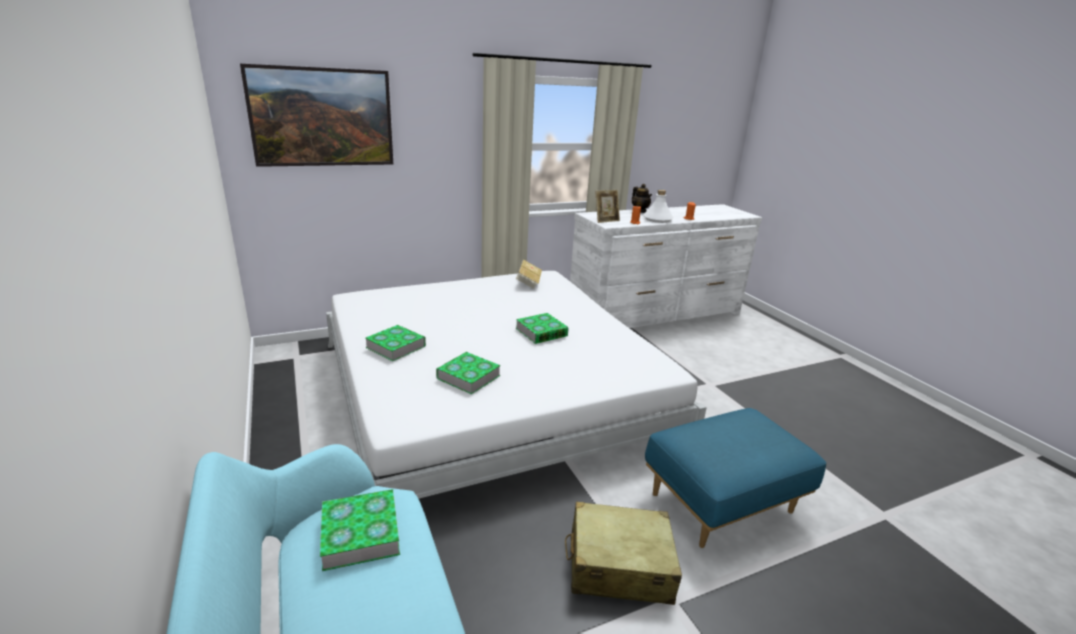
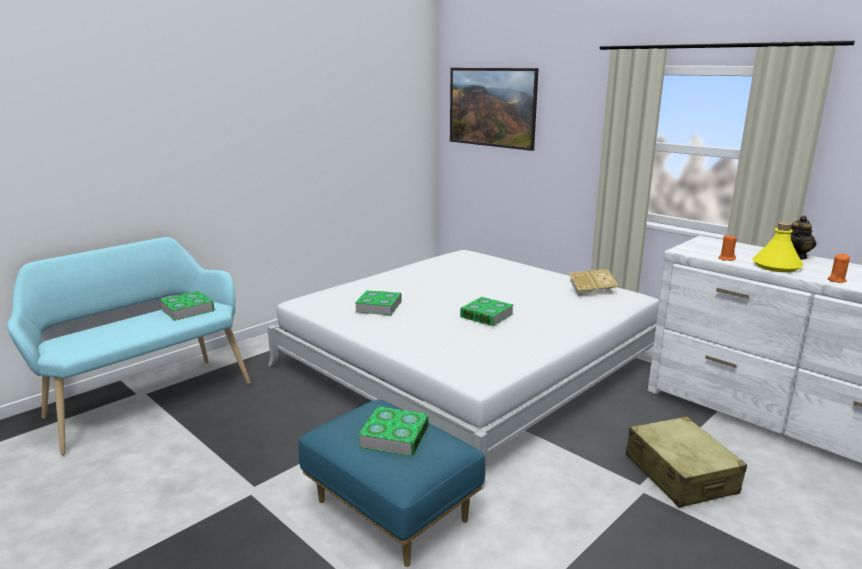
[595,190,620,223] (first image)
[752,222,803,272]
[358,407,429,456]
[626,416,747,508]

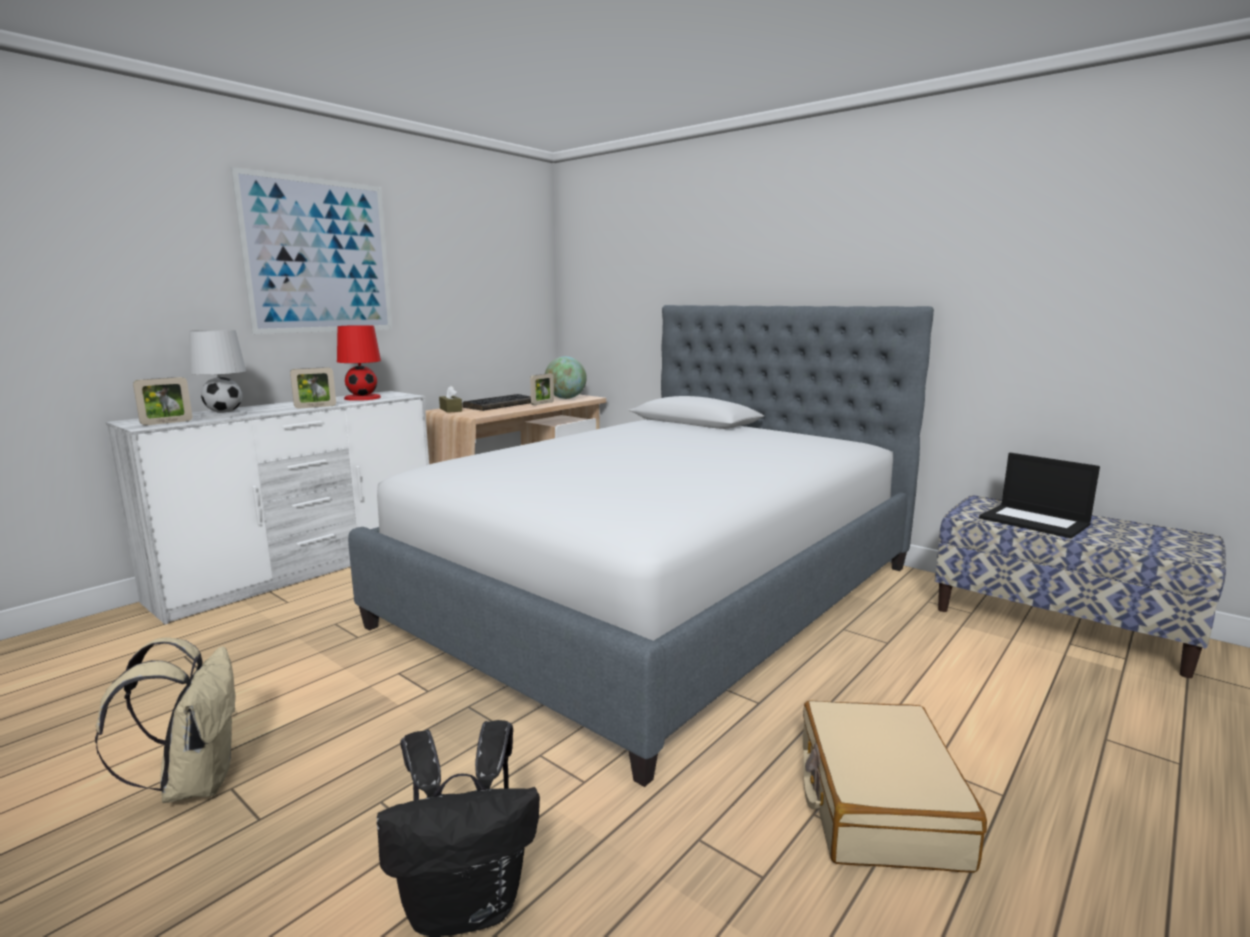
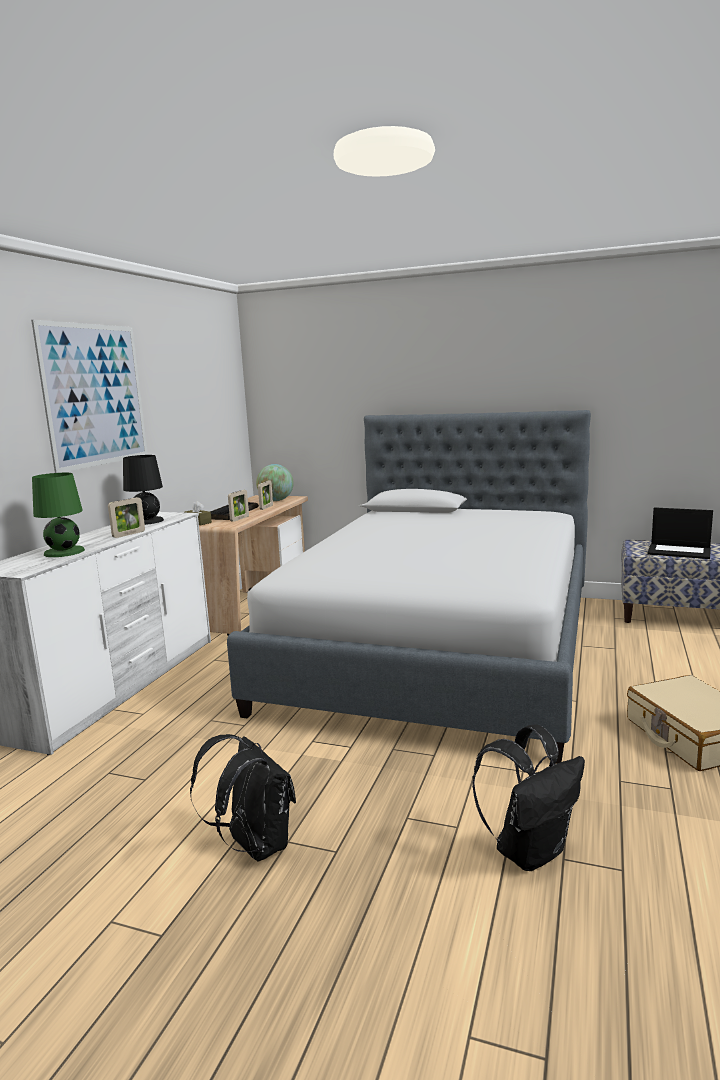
[123,455,164,525]
[32,473,85,557]
[228,490,249,522]
[190,734,296,862]

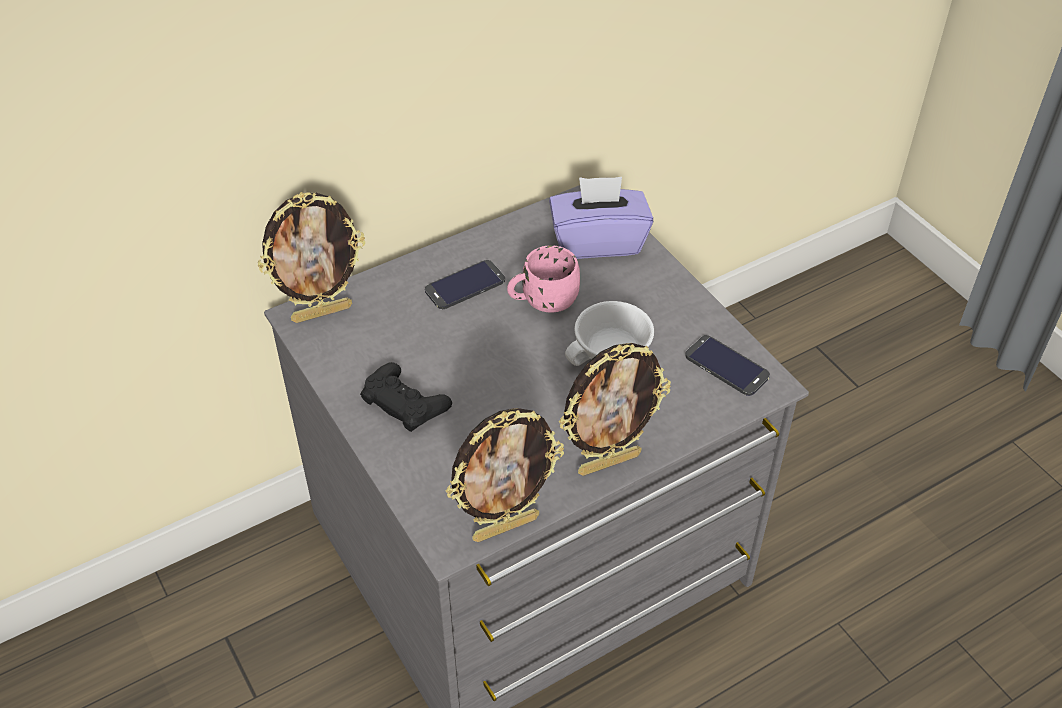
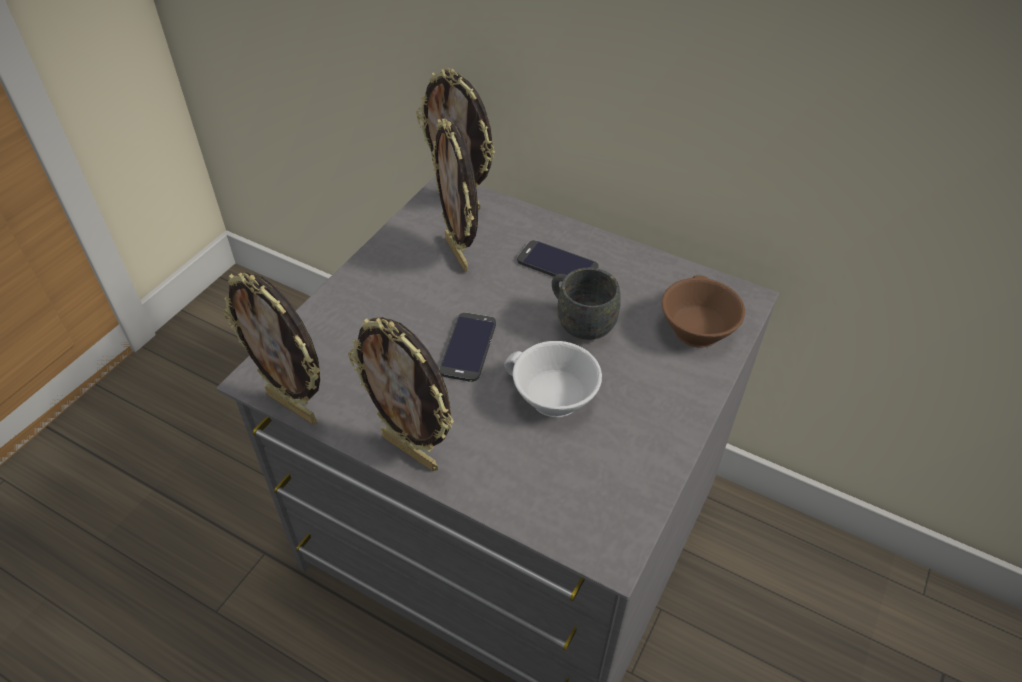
[662,275,745,348]
[552,267,621,340]
[439,313,496,382]
[360,362,452,432] (first image)
[431,118,478,272]

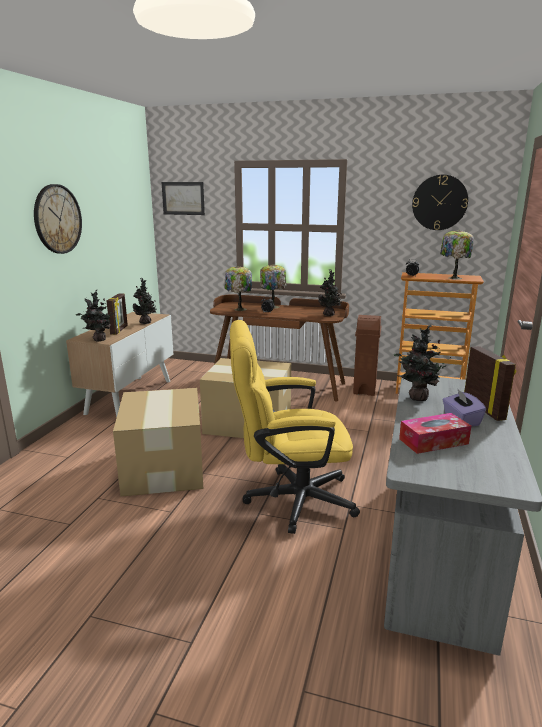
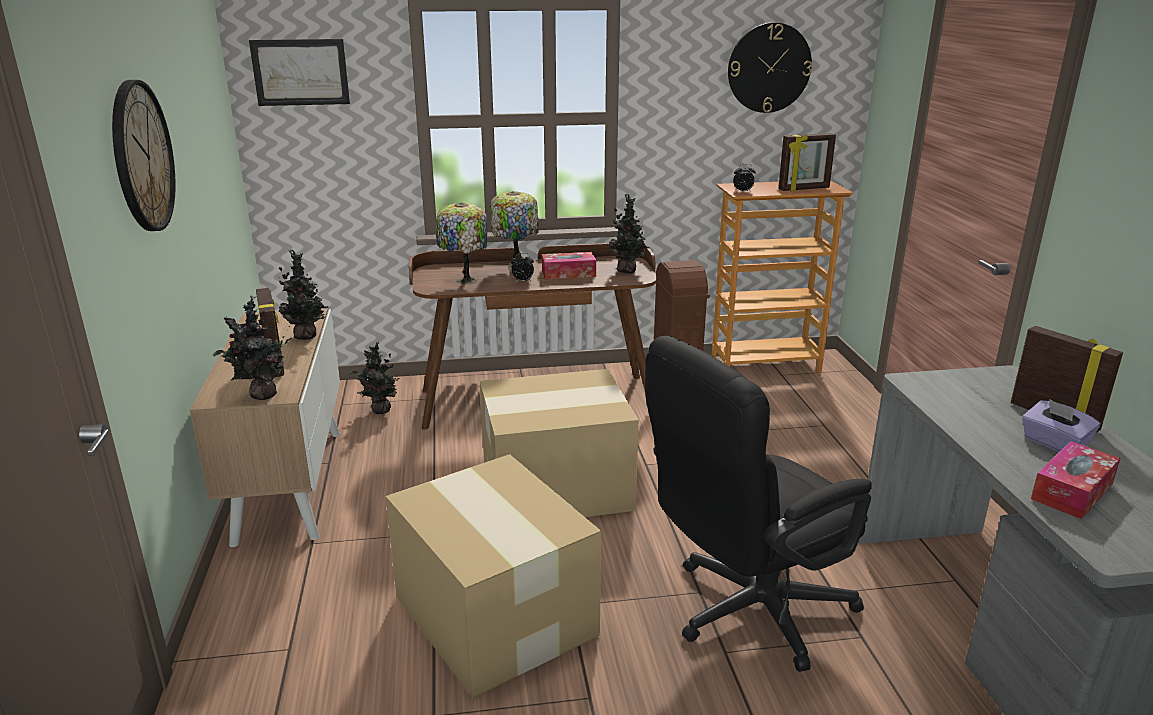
[778,133,836,191]
[645,336,872,672]
[350,341,403,414]
[542,252,596,279]

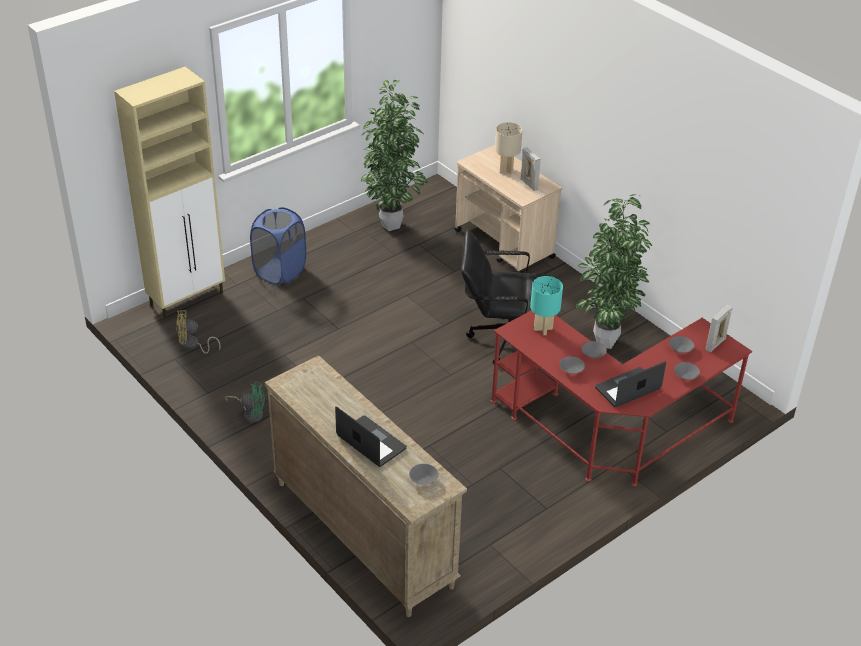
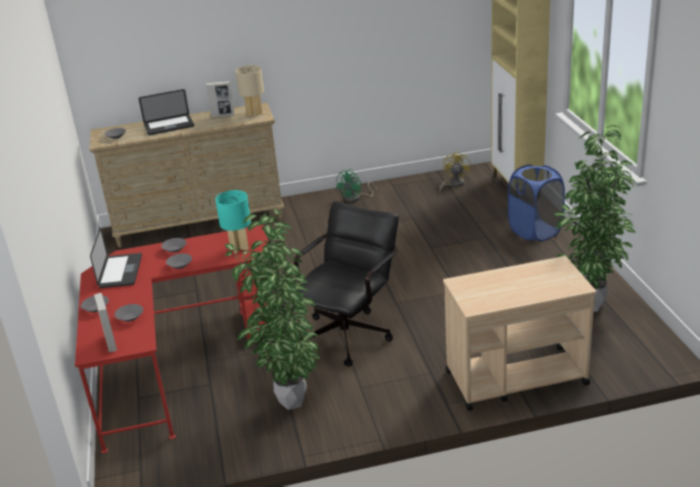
[236,65,264,118]
[206,81,235,118]

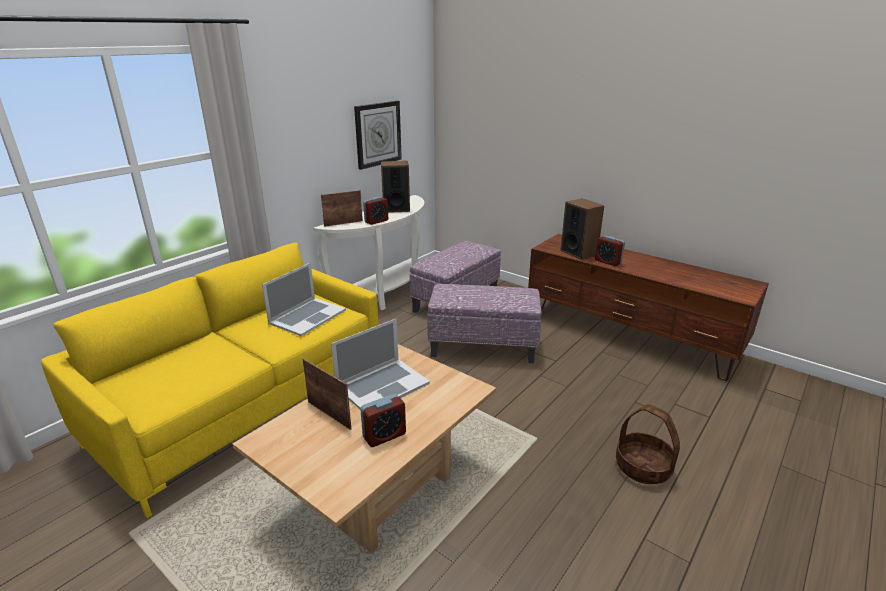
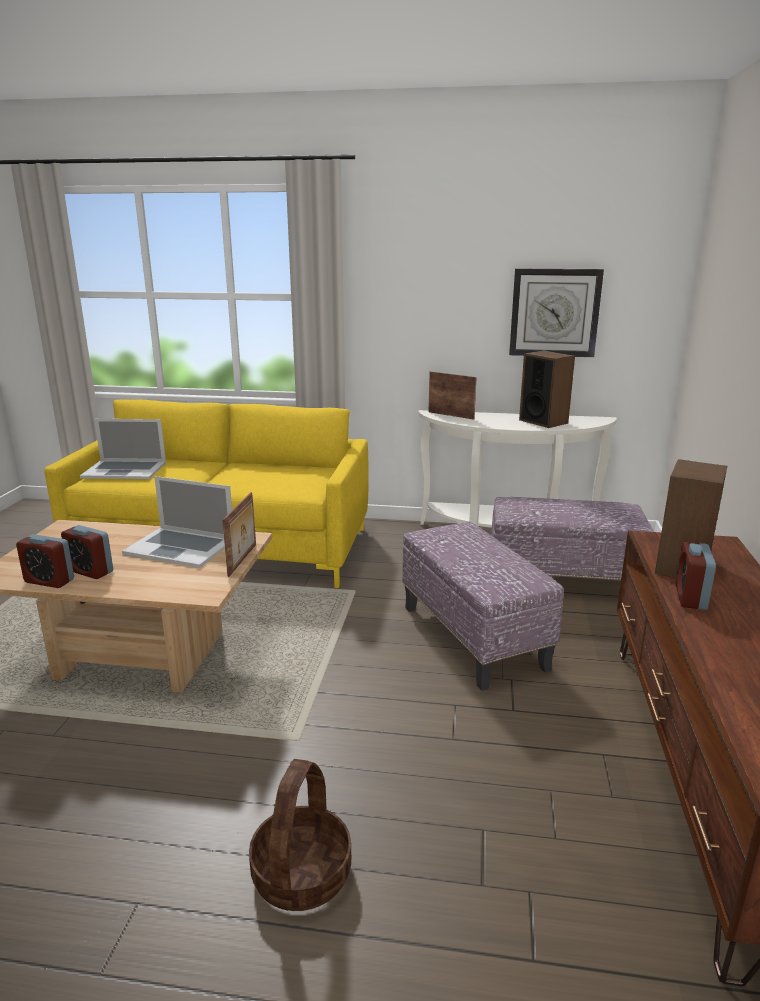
[16,534,74,588]
[80,419,166,479]
[222,492,256,577]

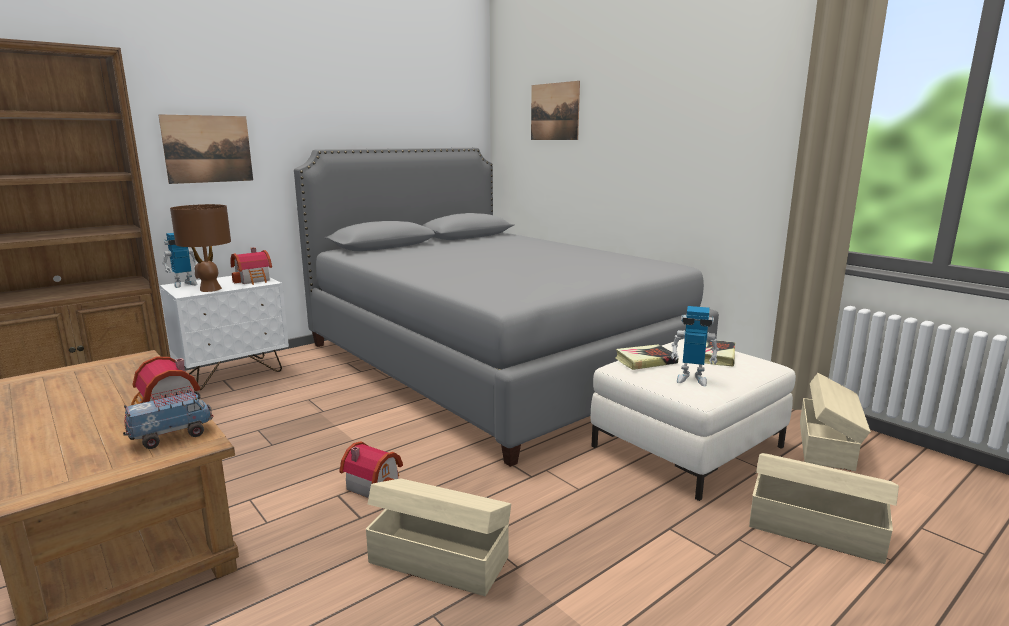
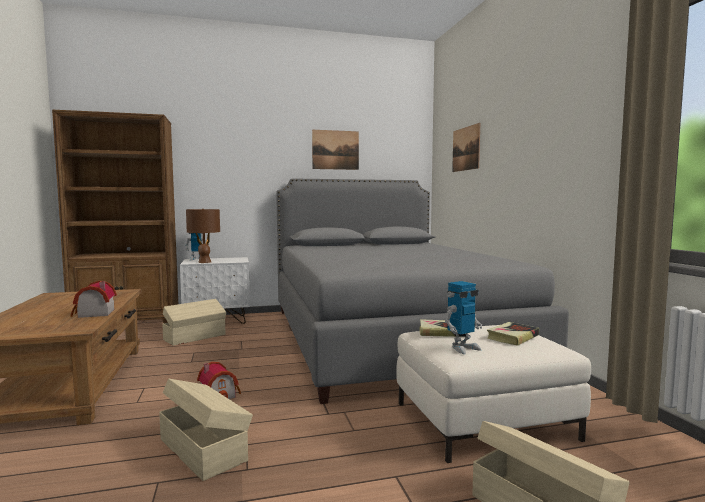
[312,130,359,170]
[231,247,272,285] (first image)
[445,281,482,354]
[162,299,226,346]
[123,386,214,449] (first image)

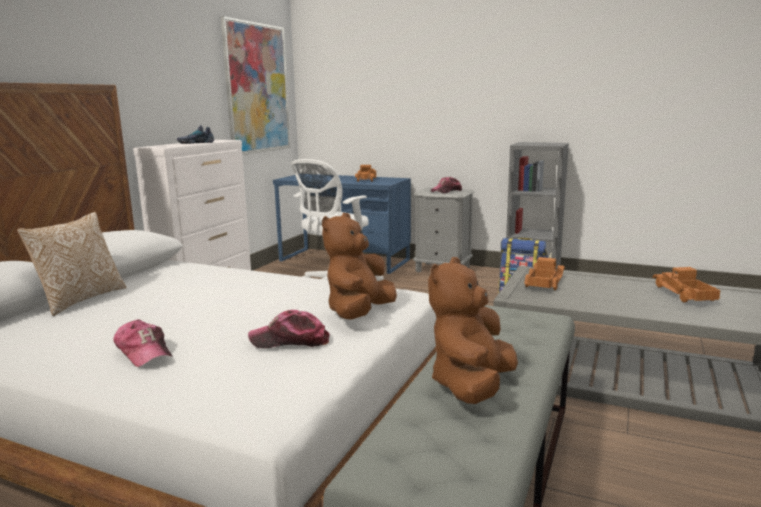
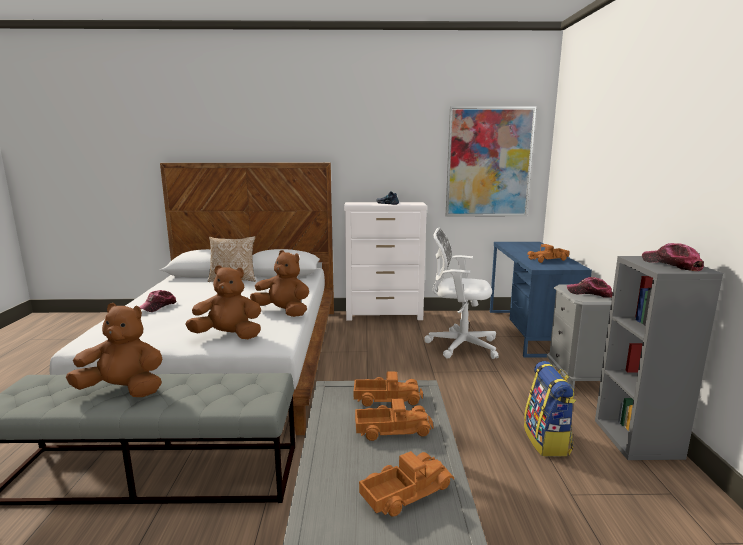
[642,243,704,271]
[250,250,309,317]
[355,399,434,441]

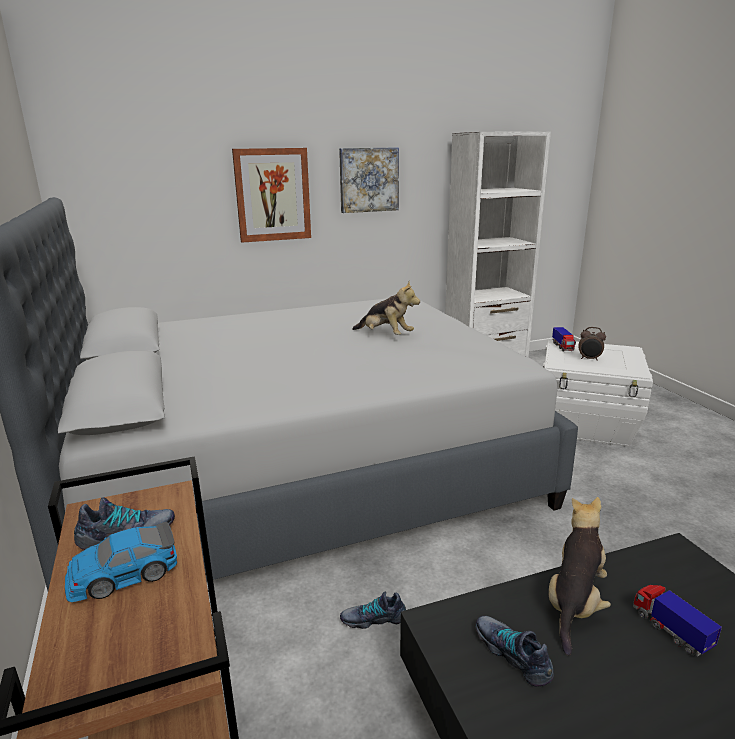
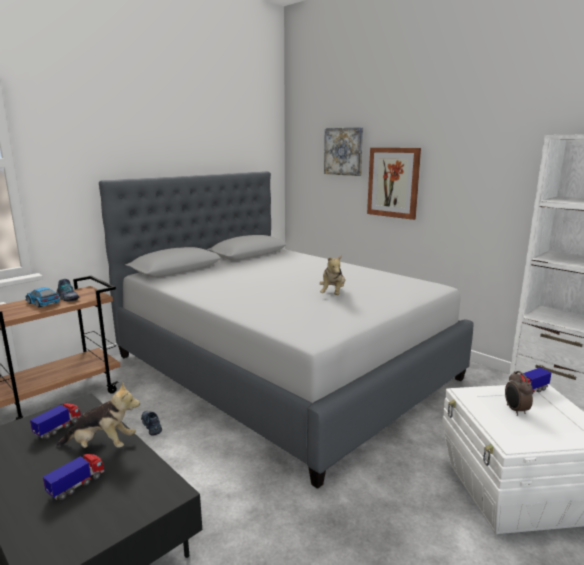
[324,127,363,176]
[30,403,81,439]

